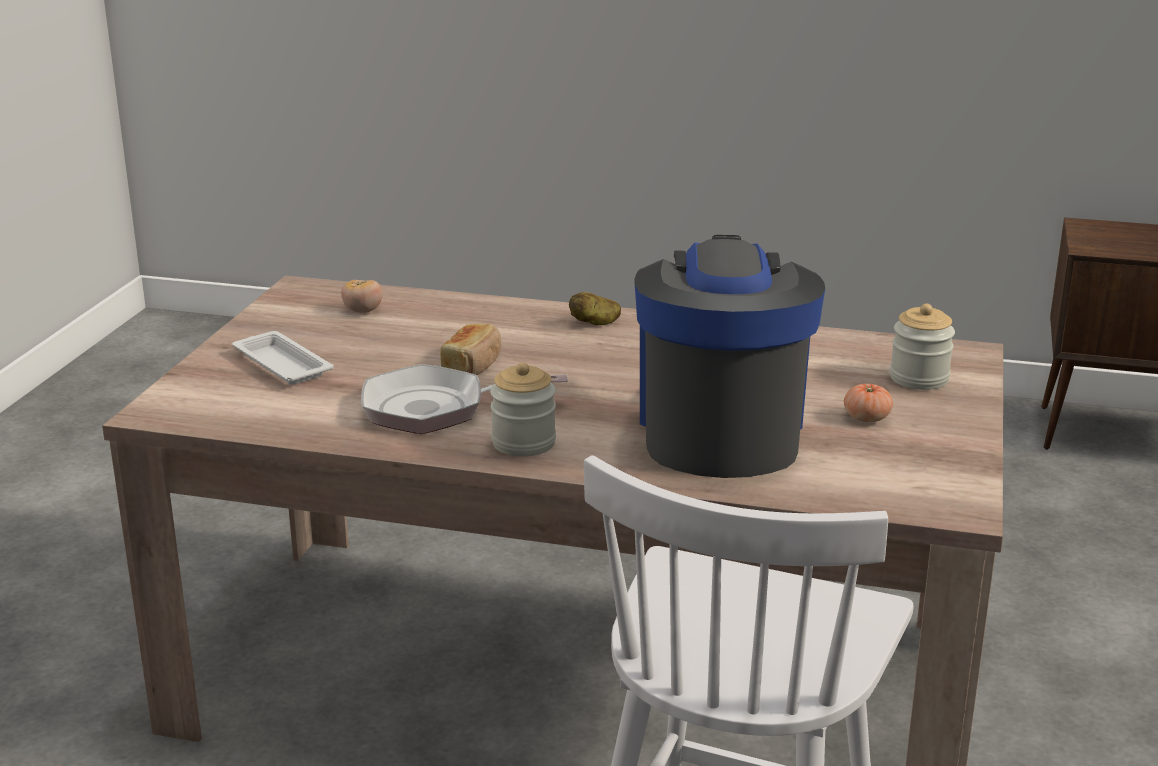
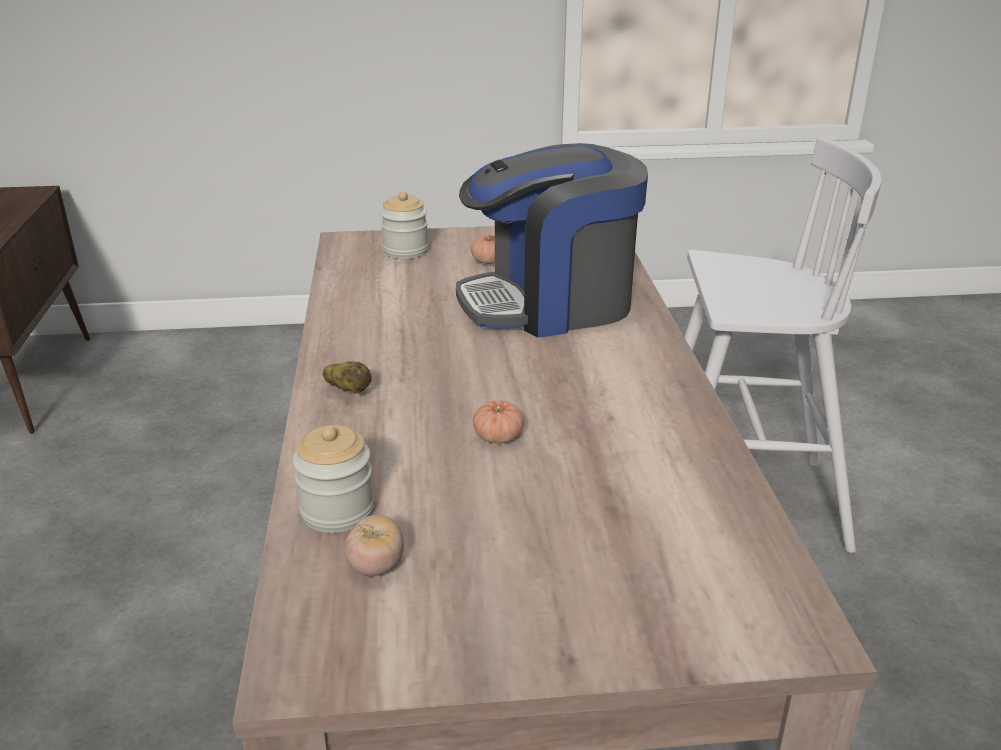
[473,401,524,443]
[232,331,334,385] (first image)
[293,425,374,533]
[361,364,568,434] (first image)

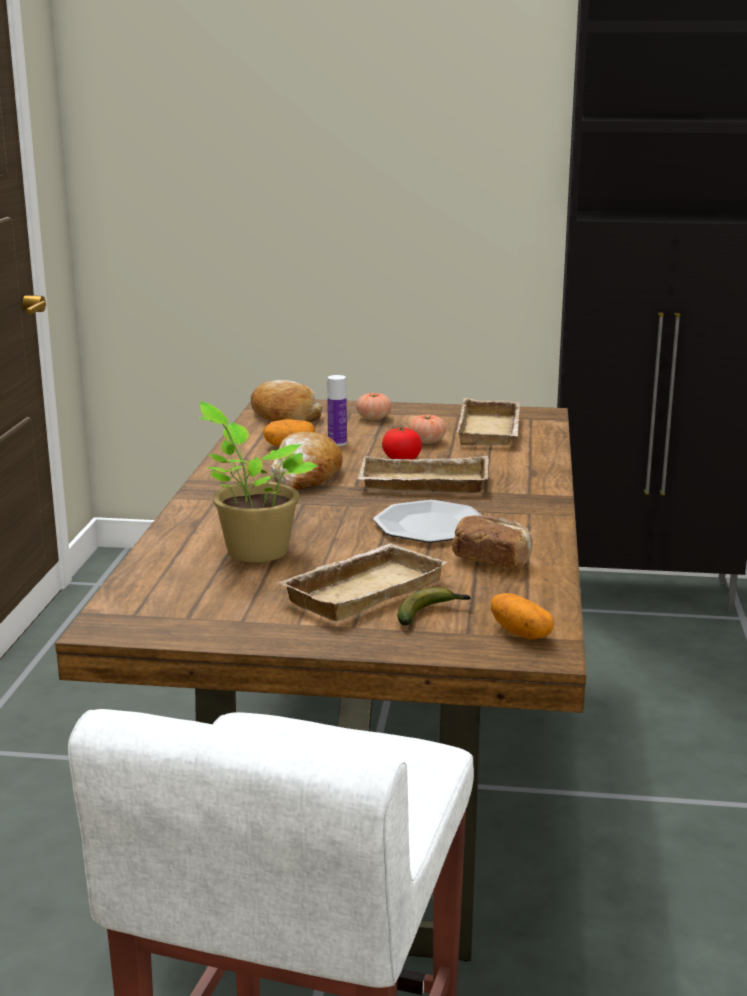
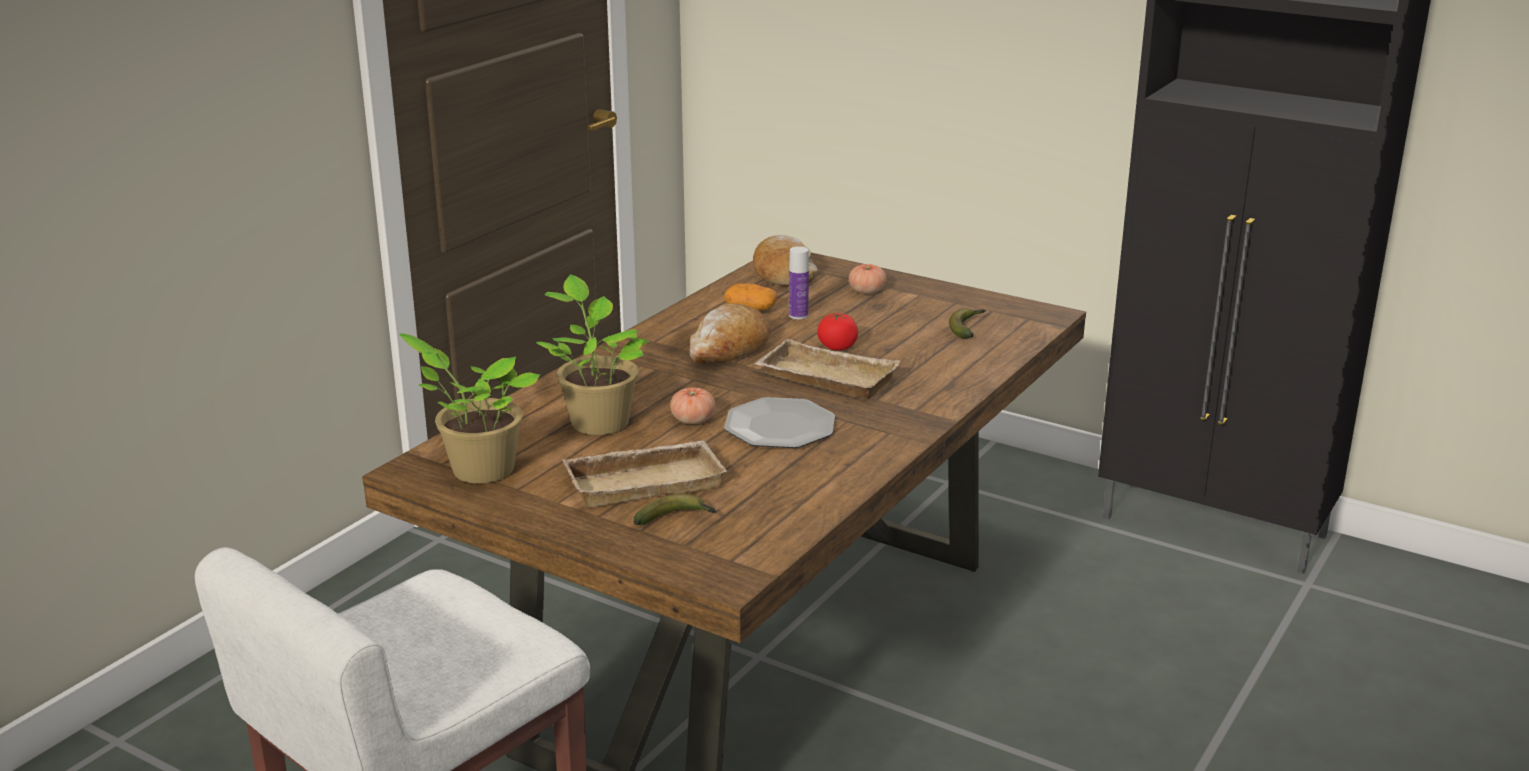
[949,308,986,339]
[670,387,715,424]
[452,515,533,568] (first image)
[491,593,554,640] (first image)
[399,333,540,484]

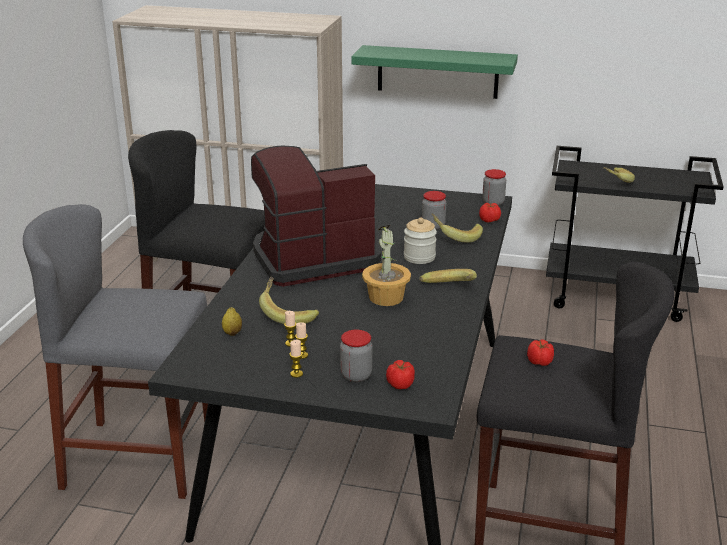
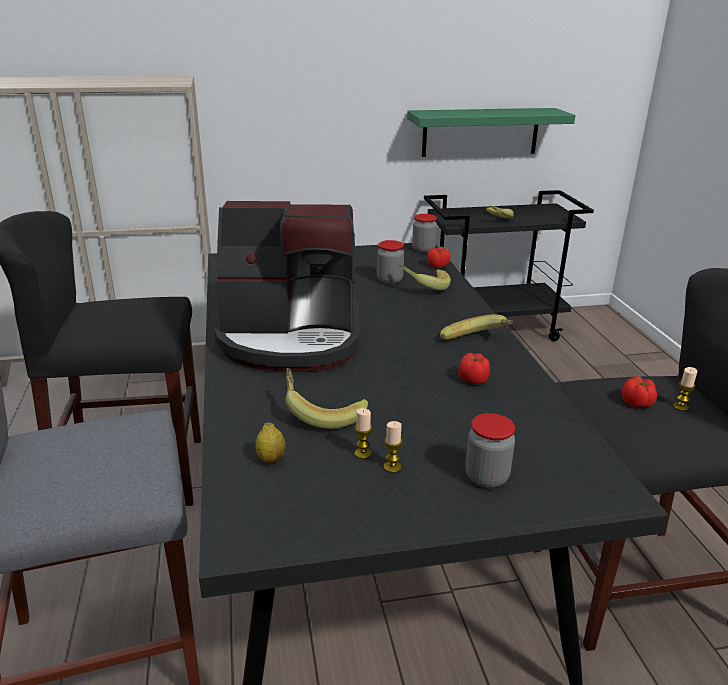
[407,108,576,157]
[214,201,360,372]
[404,217,437,264] (first image)
[362,225,411,306] (first image)
[673,367,697,411]
[458,353,490,384]

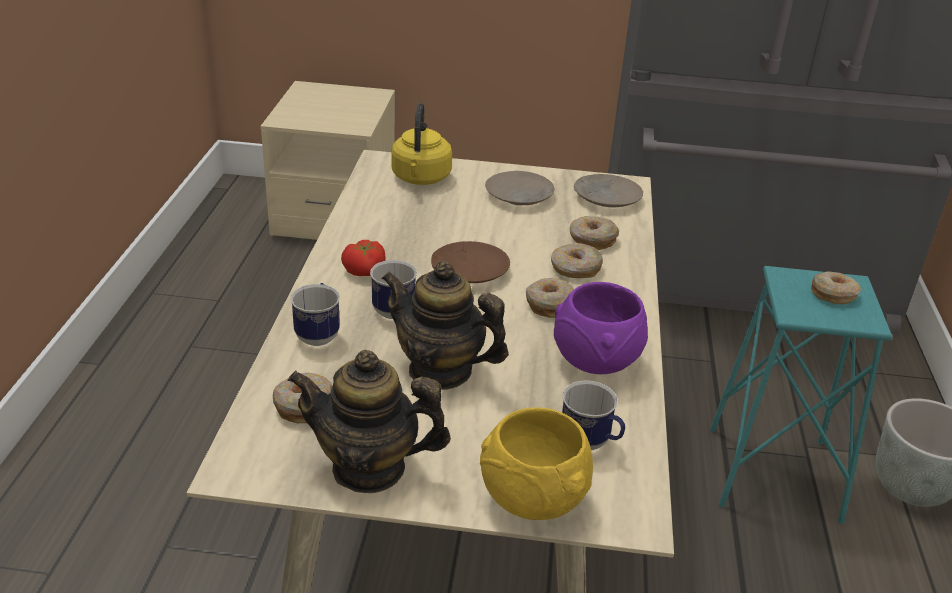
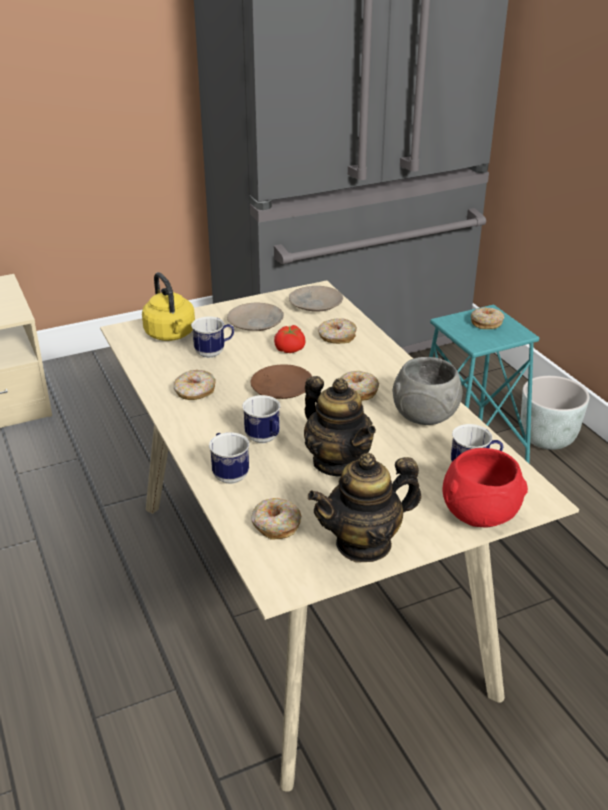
[274,325,305,353]
[174,370,216,400]
[304,376,376,477]
[393,357,463,425]
[443,448,528,528]
[191,316,234,358]

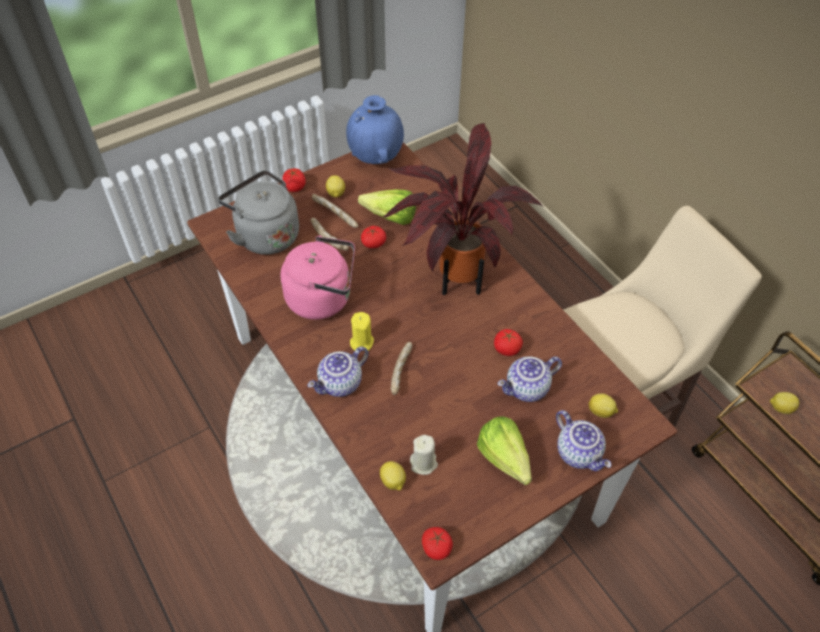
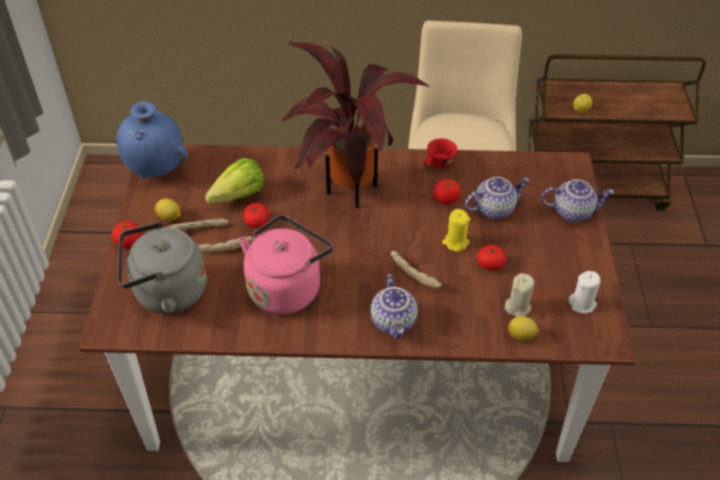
[442,209,470,252]
[465,177,529,219]
[589,393,618,418] (first image)
[477,416,532,485] (first image)
[477,245,506,270]
[423,138,457,168]
[569,271,601,313]

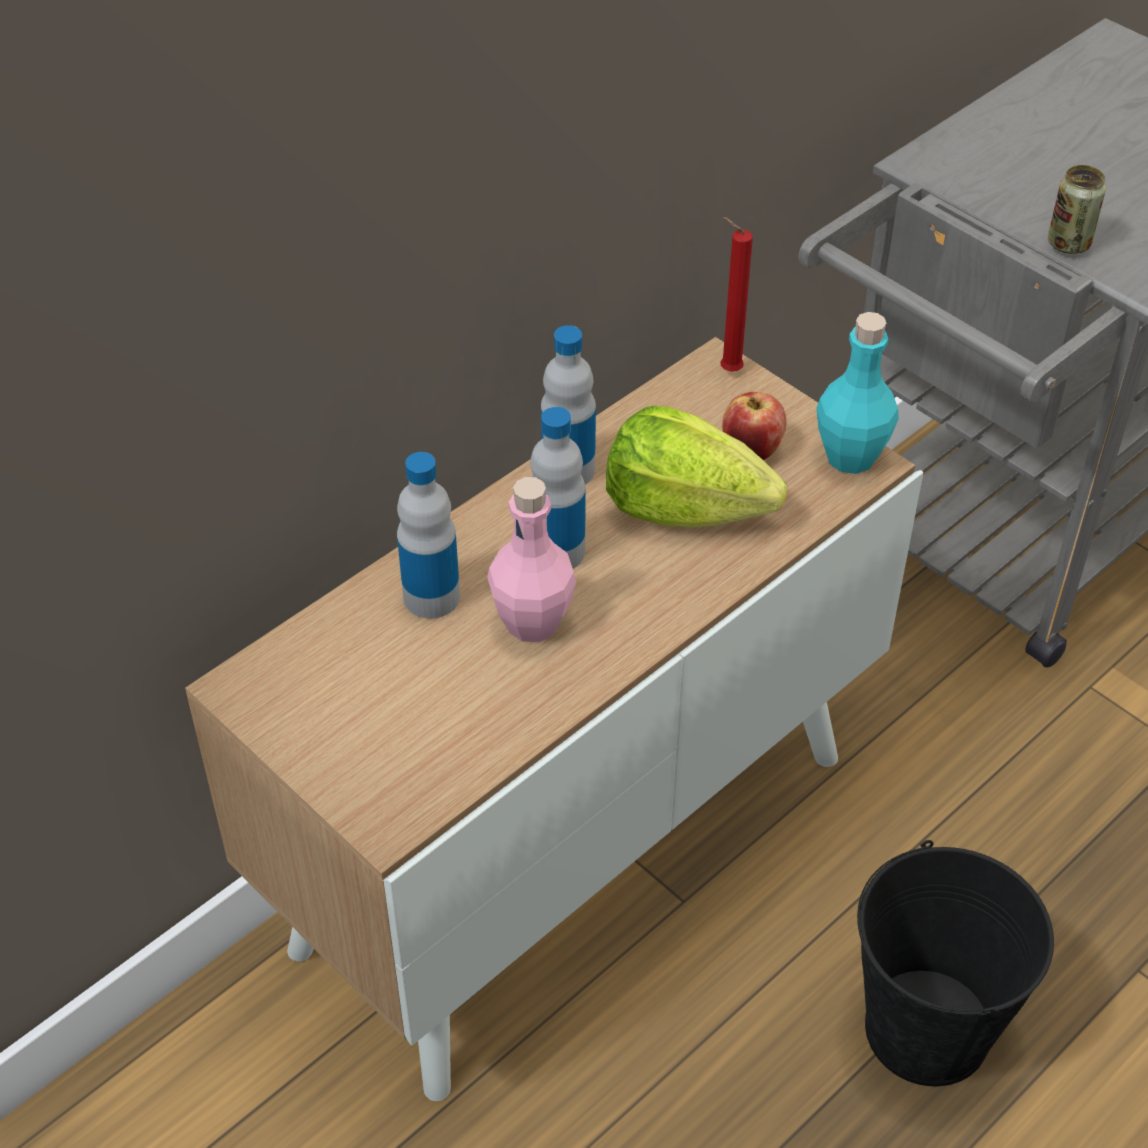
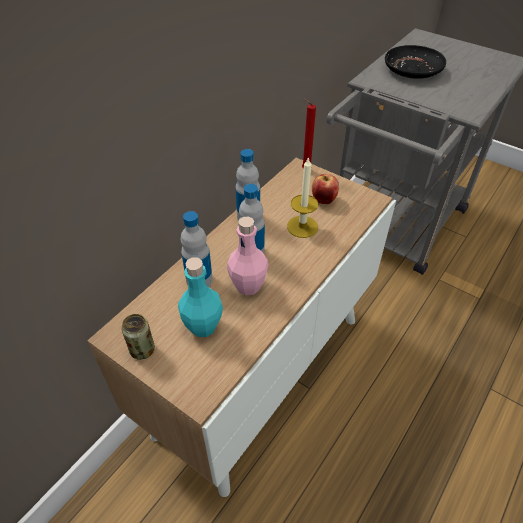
[122,314,155,360]
[178,258,223,337]
[287,157,318,238]
[857,840,1054,1087] (first image)
[385,45,446,79]

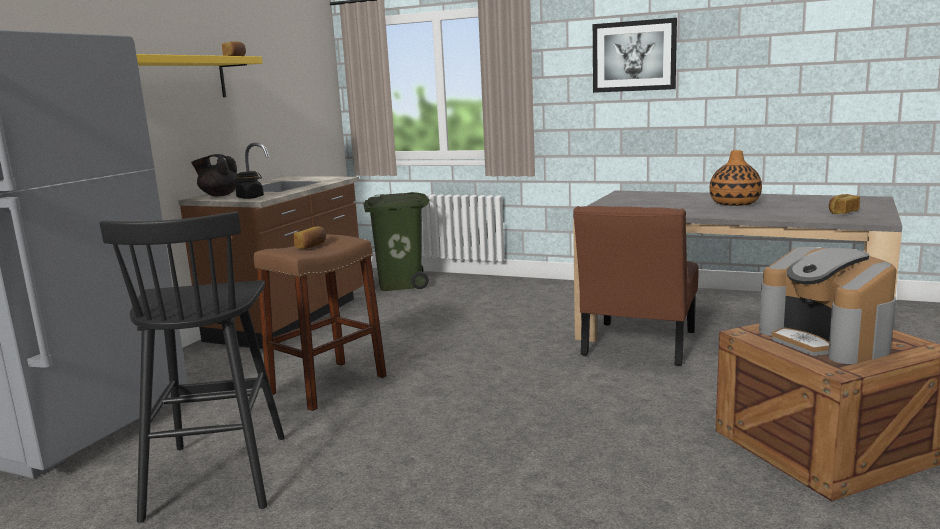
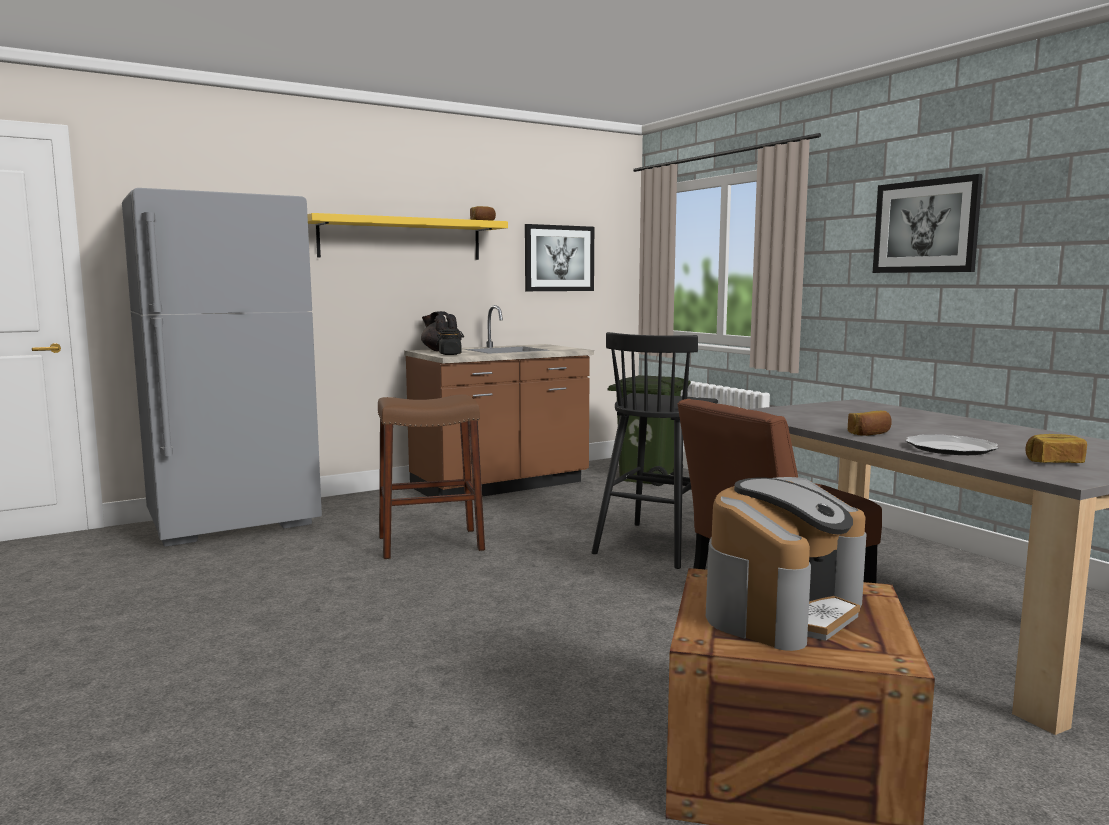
[709,150,762,206] (first image)
[592,332,718,569]
[848,410,892,436]
[706,477,867,651]
[525,224,594,291]
[905,434,998,455]

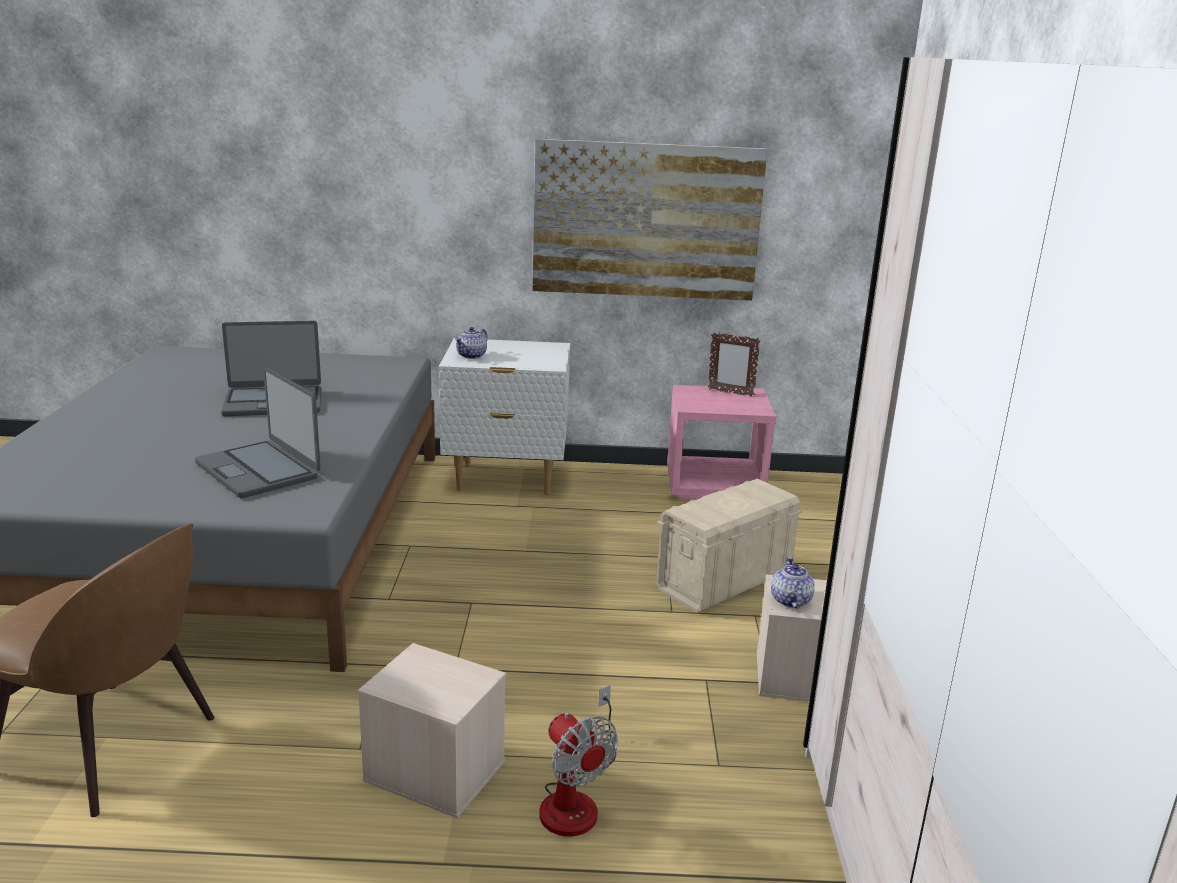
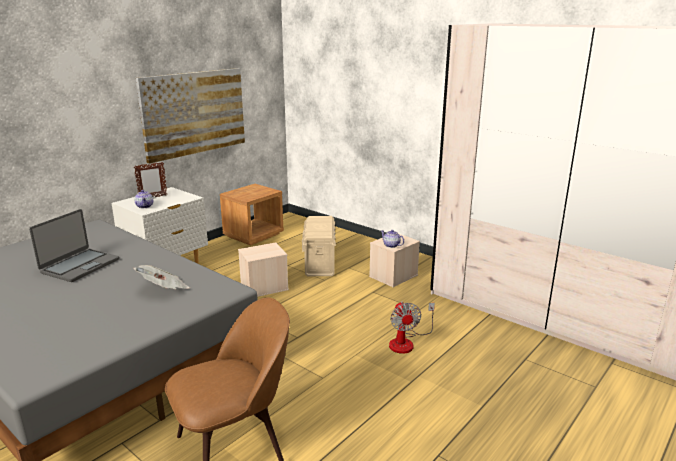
[134,162,167,197]
[133,265,190,290]
[220,184,284,245]
[238,242,289,297]
[389,301,435,354]

